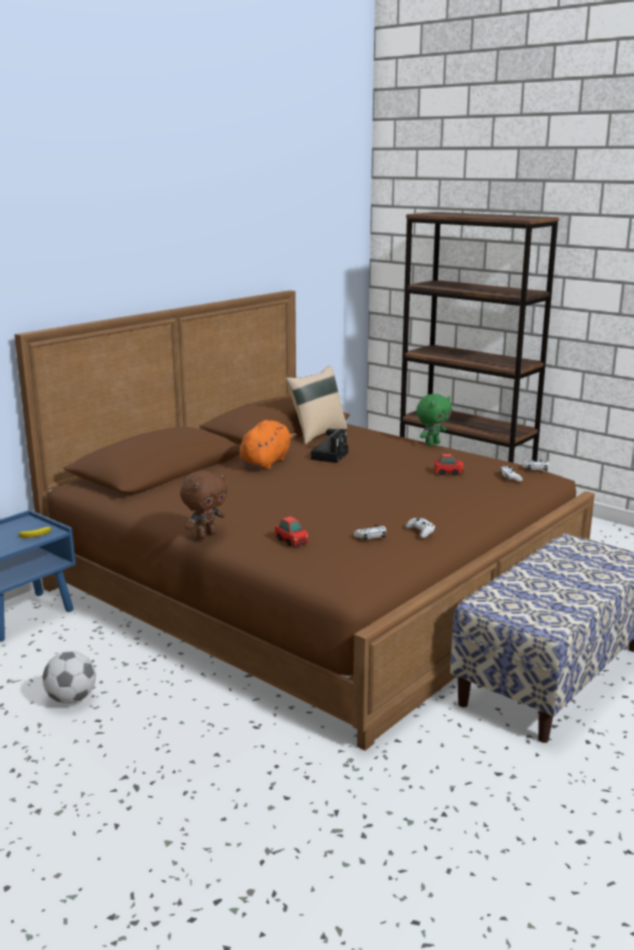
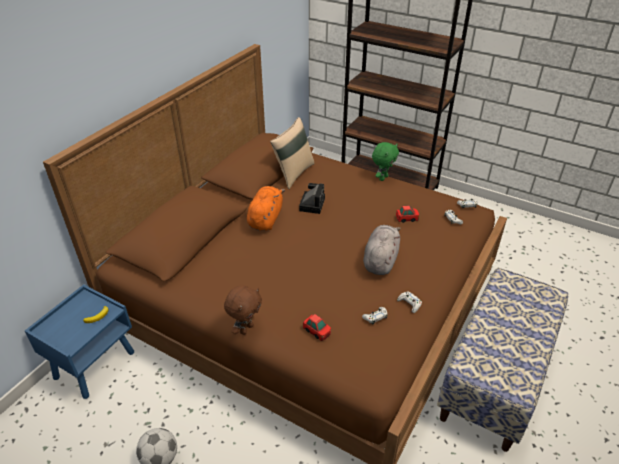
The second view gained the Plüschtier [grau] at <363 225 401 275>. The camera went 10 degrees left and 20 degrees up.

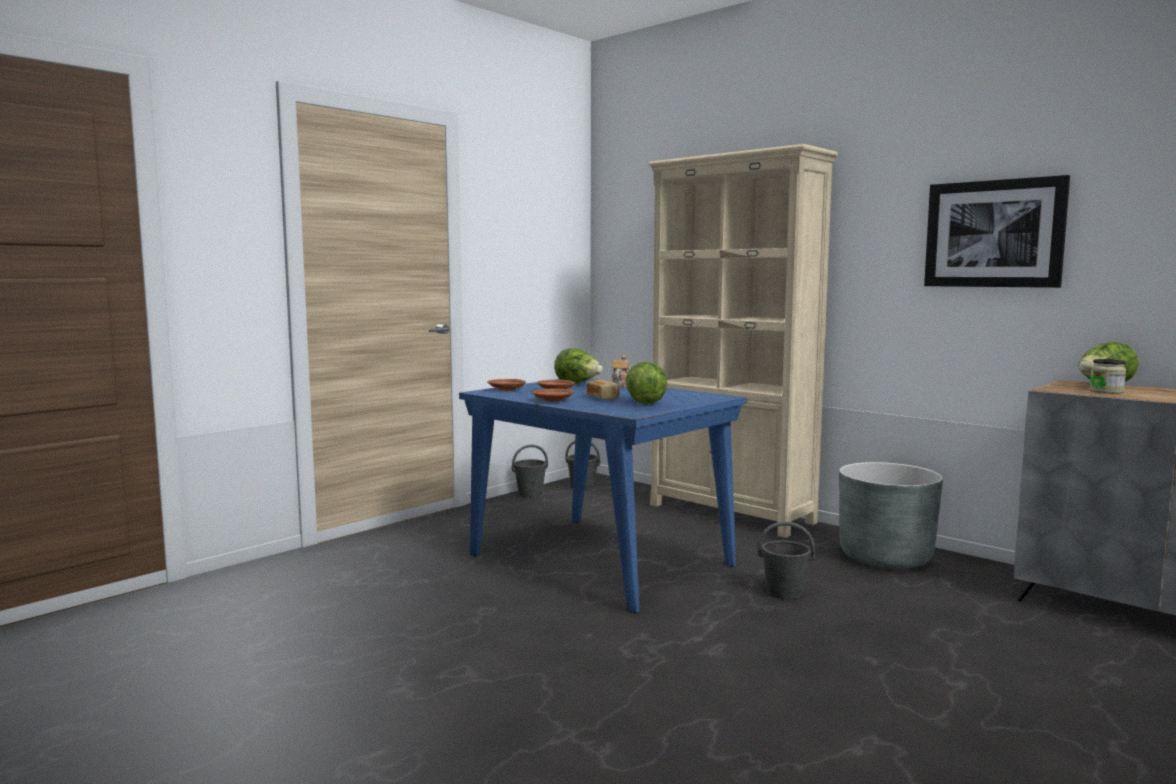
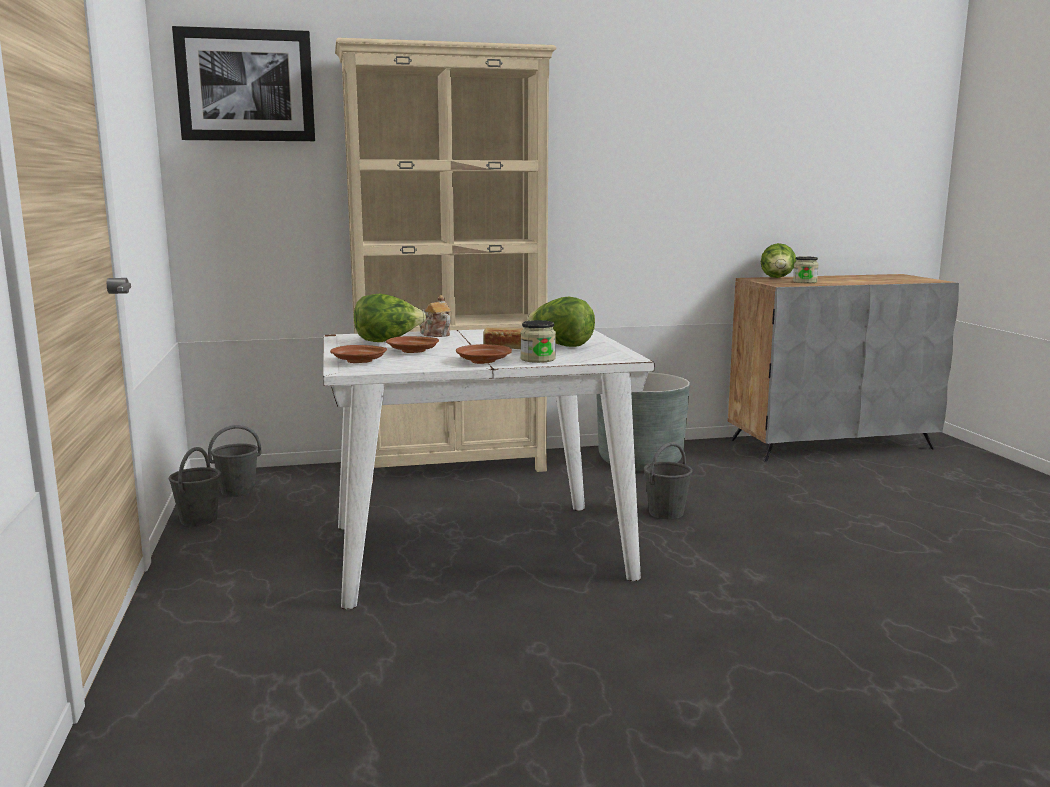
The second view gained the Vorratsglas at <520 320 556 363>. The Bild ended up elsewhere, having gone from <924 175 1070 288> to <172 26 315 141>. What was the Esstisch [blau] at <459 379 747 613> turned into the Esstisch [weiß] at <323 329 655 609>. The camera went 55 degrees left and 5 degrees up.

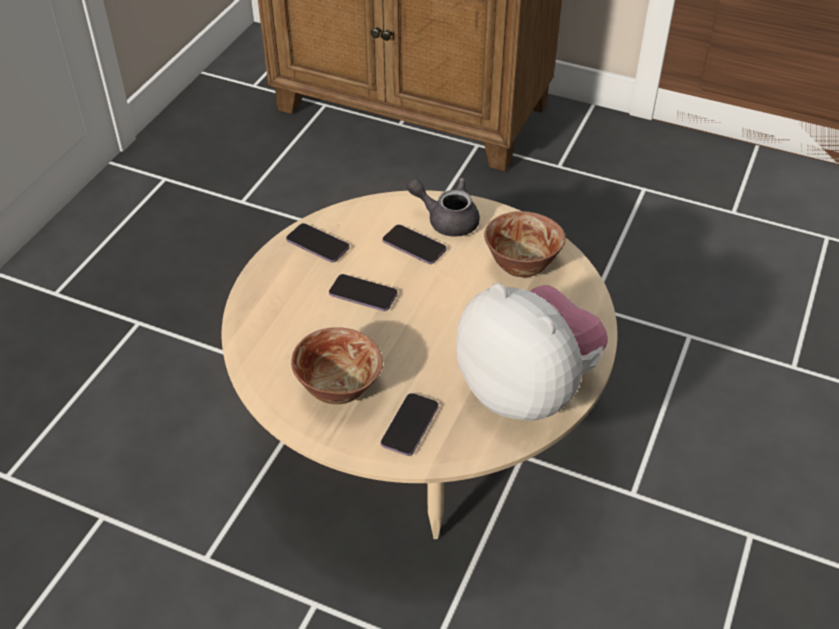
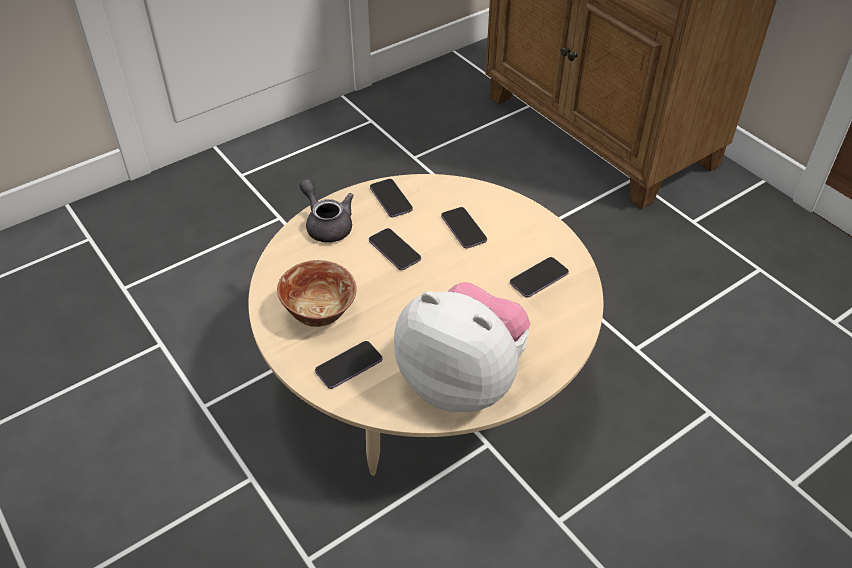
The Teekanne [grau] ended up elsewhere, having gone from <407 178 480 237> to <300 179 354 243>. Where the Schüssel stood at <484 211 566 277>, the Handy came to stand at <510 257 569 298>. The Plüschtier at <456 283 608 421> ended up facing another way, 45 degrees counterclockwise from before. The camera went 30 degrees right and 0 degrees up.

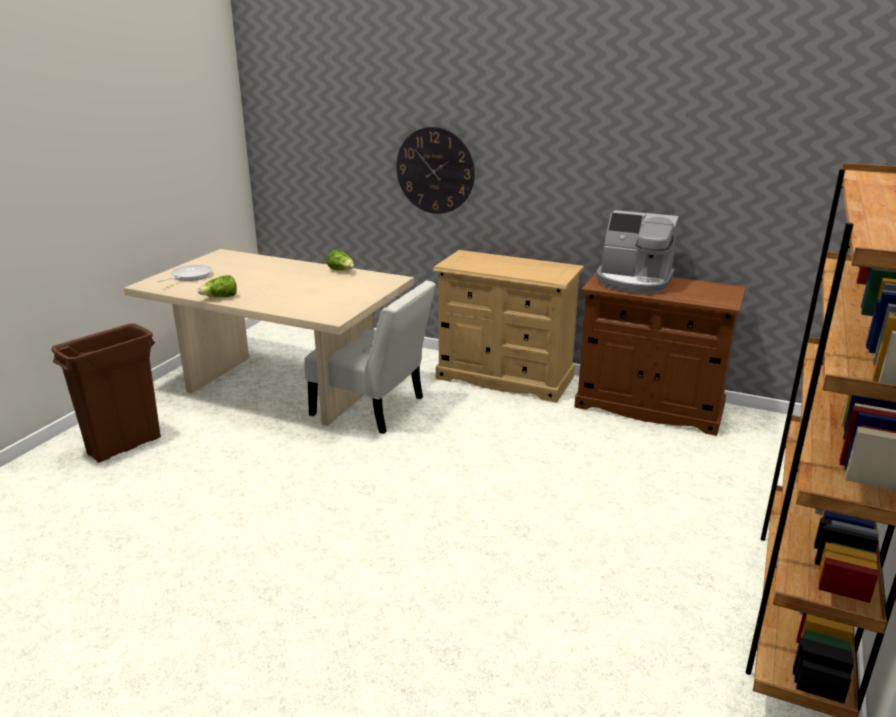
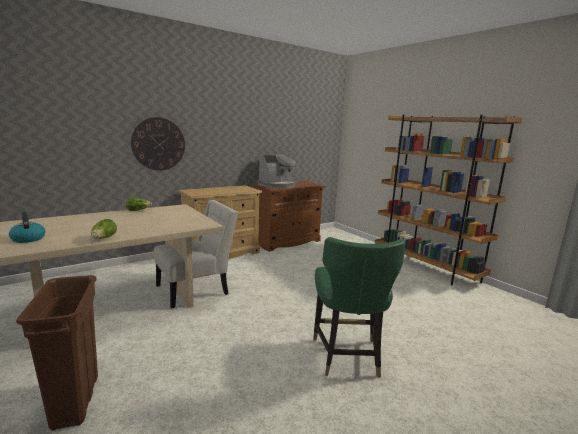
The second view gained the Stuhl [grün] at <313 237 406 378>. Where the Pfanne stood at <158 265 212 282>, the Wasserkessel came to stand at <9 212 45 243>. The camera went 60 degrees left and 10 degrees down.

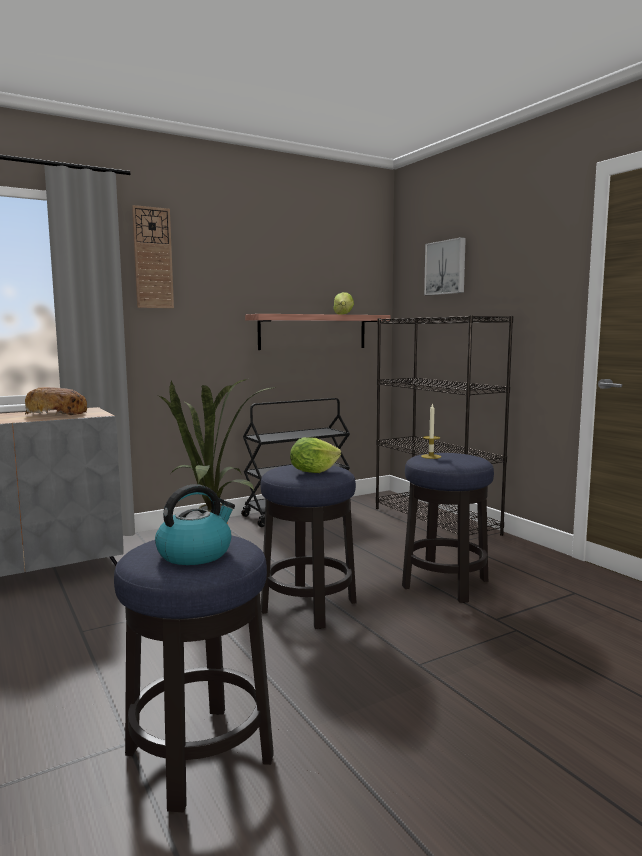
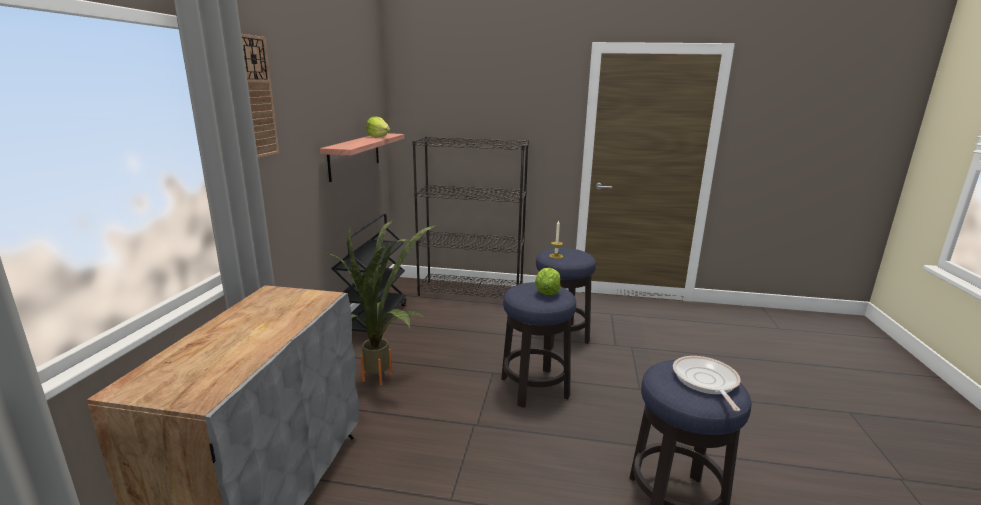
The second view lost the Brot at <25 387 87 416>. The second view lost the Bild at <424 237 466 295>. Where the Wasserkessel stood at <155 484 235 565>, the Pfanne came to stand at <673 356 740 412>. The camera went 50 degrees left and 10 degrees up.

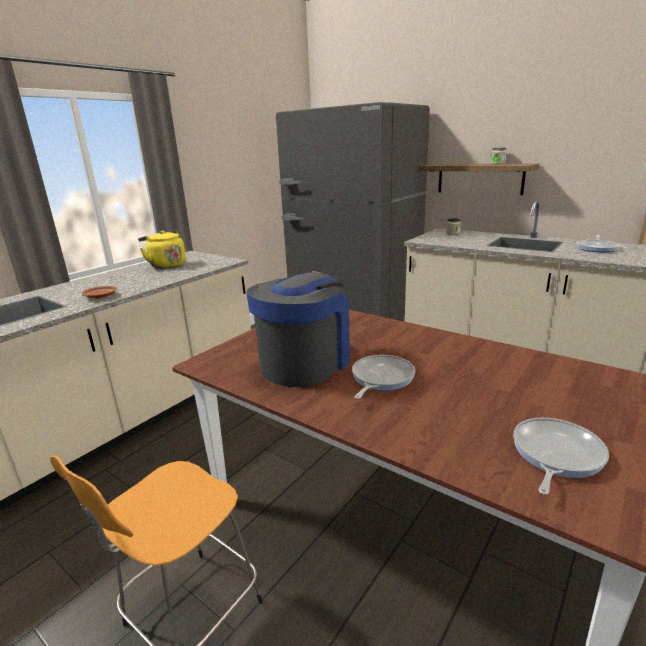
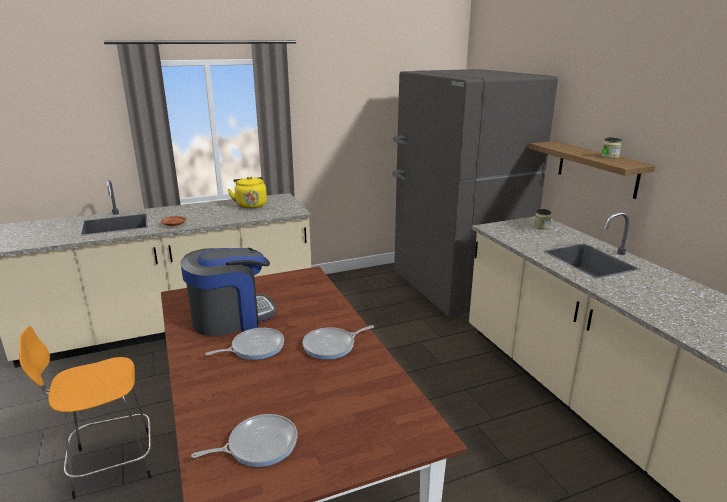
The Pfanne ended up elsewhere, having gone from <577 235 620 253> to <302 325 374 360>. The camera went 30 degrees right and 0 degrees up.

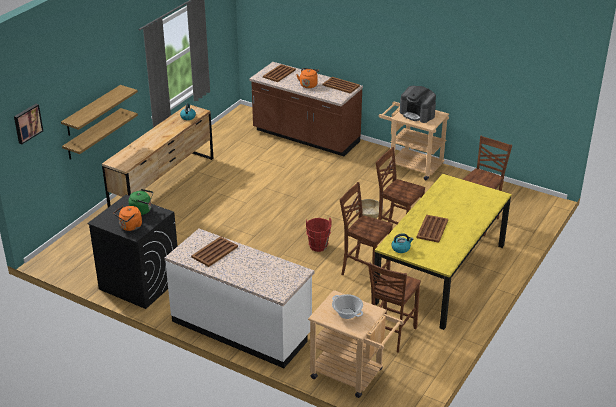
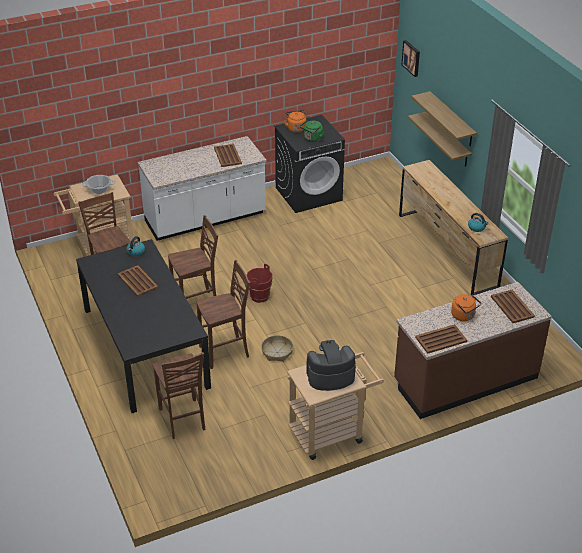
What was the Esstisch [gelb] at <374 174 512 330> turned into the Esstisch [schwarz] at <76 239 211 413>. The camera went 125 degrees right and 5 degrees up.

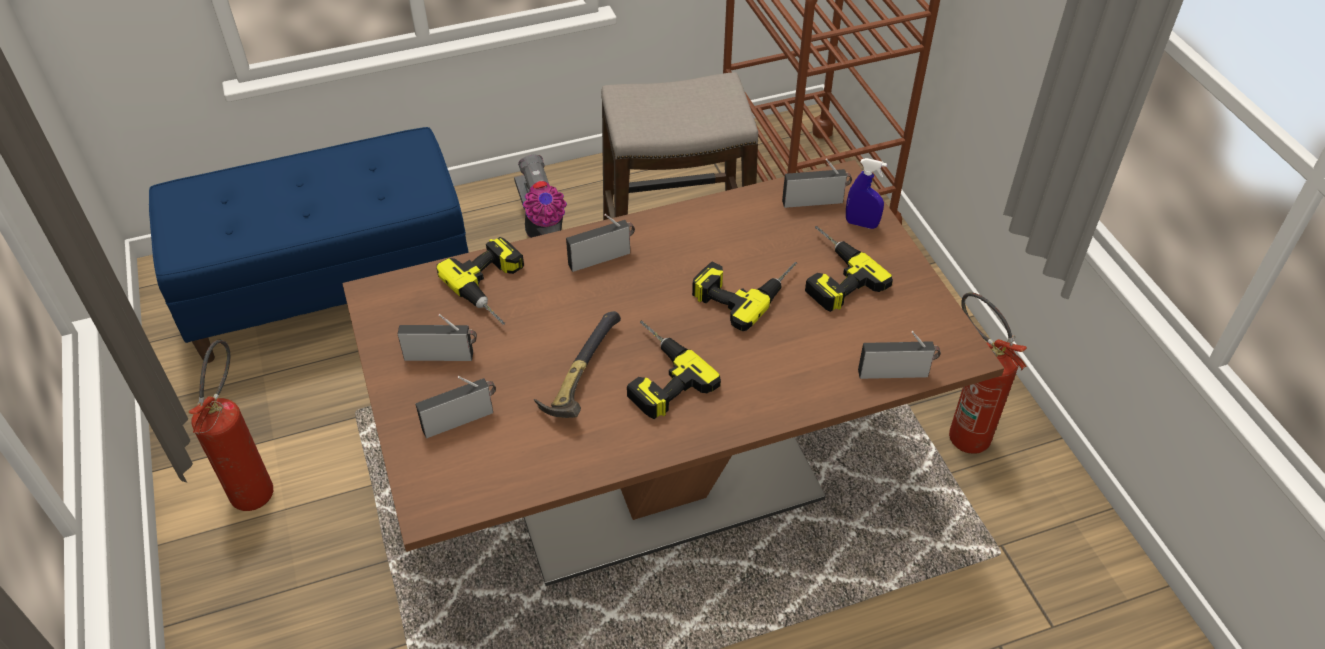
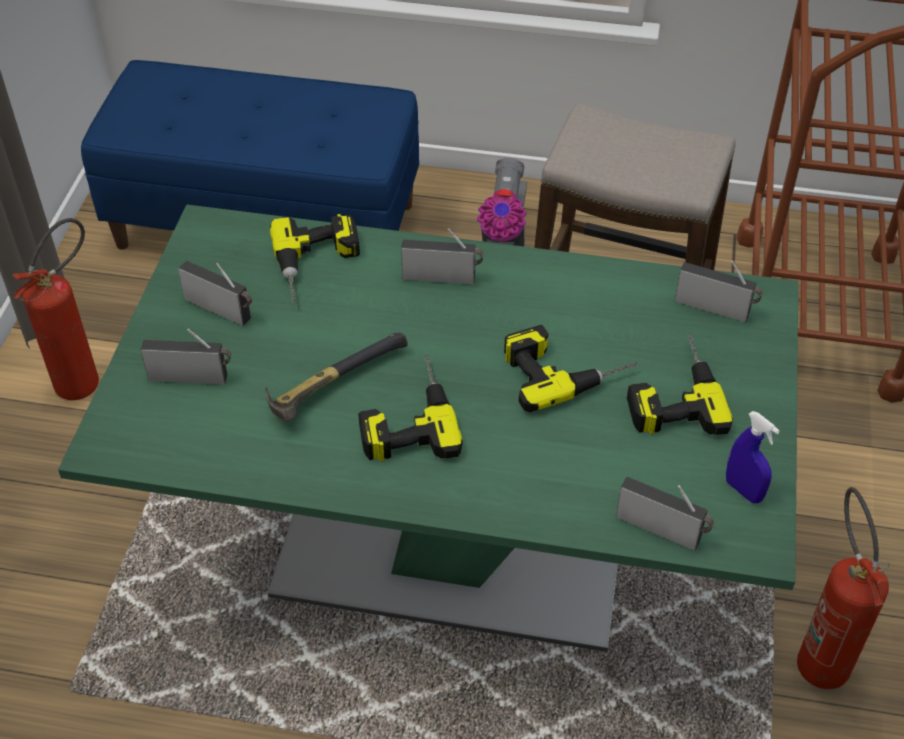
The Sprühflasche [blau] ended up elsewhere, having gone from <846 158 887 229> to <726 411 780 503>. What was the Esstisch [braun] at <342 160 1004 586> turned into the Esstisch [grün] at <58 205 798 652>. The camera went 30 degrees right and 0 degrees up.

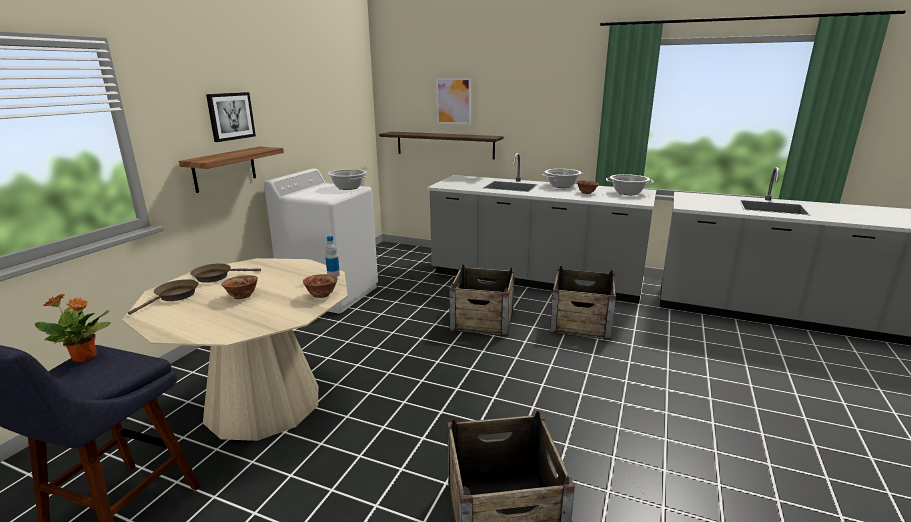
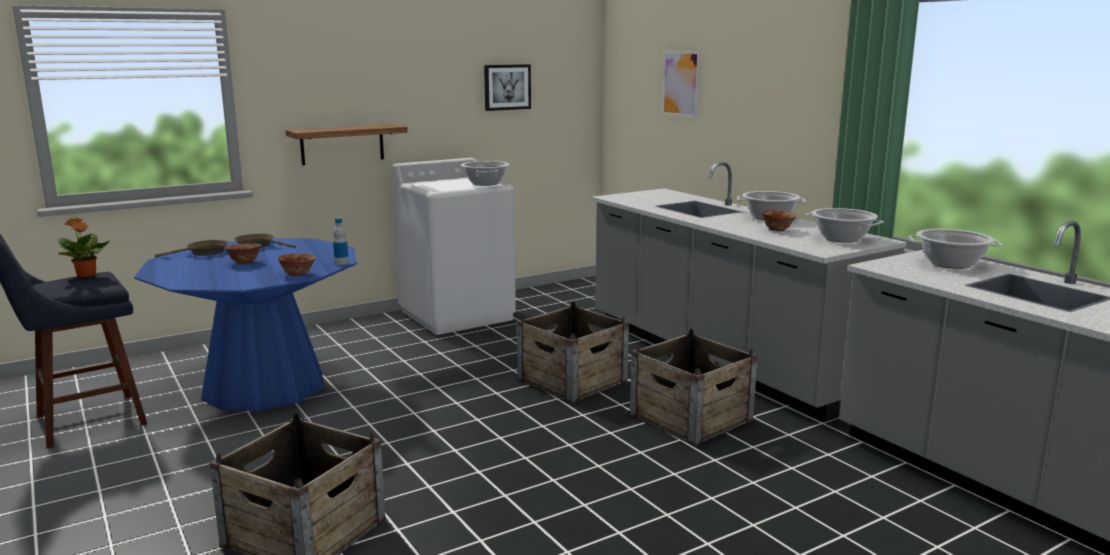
The second view lost the Wandregal at <379 132 504 160>. The second view gained the Kochtopf at <908 229 1002 269>. The Bild ended up elsewhere, having gone from <206 92 256 142> to <484 64 531 111>. What was the Esstisch [beige] at <122 258 348 441> turned into the Esstisch [blau] at <134 238 357 411>. The camera went 35 degrees right and 5 degrees down.

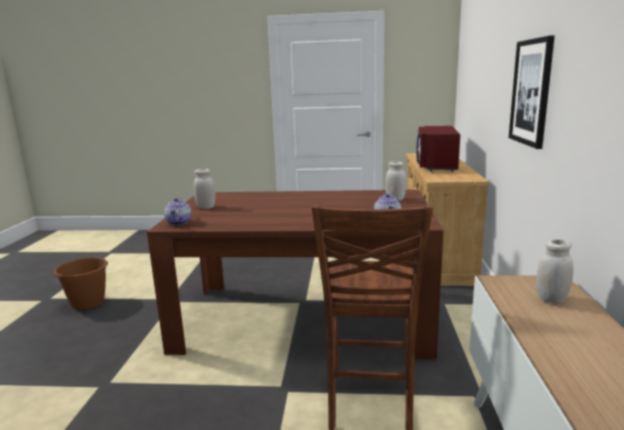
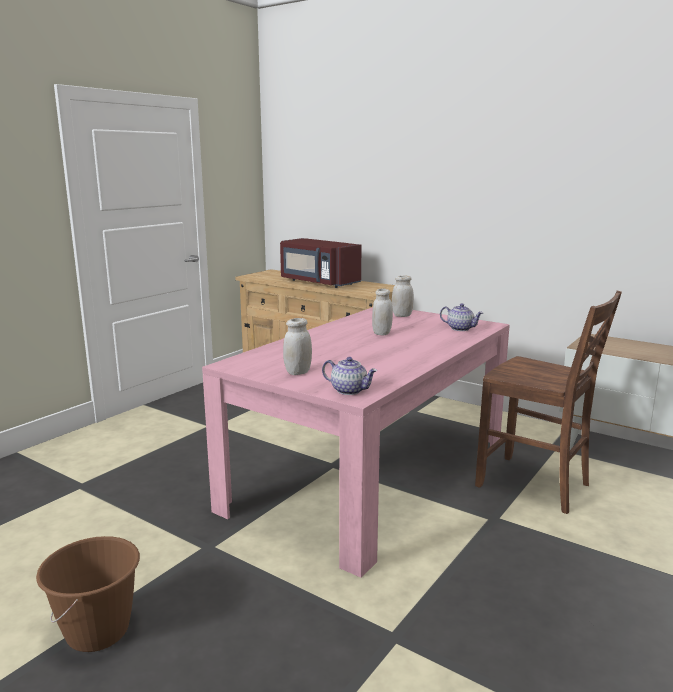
The second view lost the Bild at <509 35 555 149>. The Vorratsglas [weiß] ended up elsewhere, having gone from <536 239 573 303> to <372 289 393 336>. What was the Esstisch [braun] at <147 190 444 359> turned into the Esstisch [rosa] at <202 307 510 578>. The camera went 60 degrees left and 0 degrees up.

